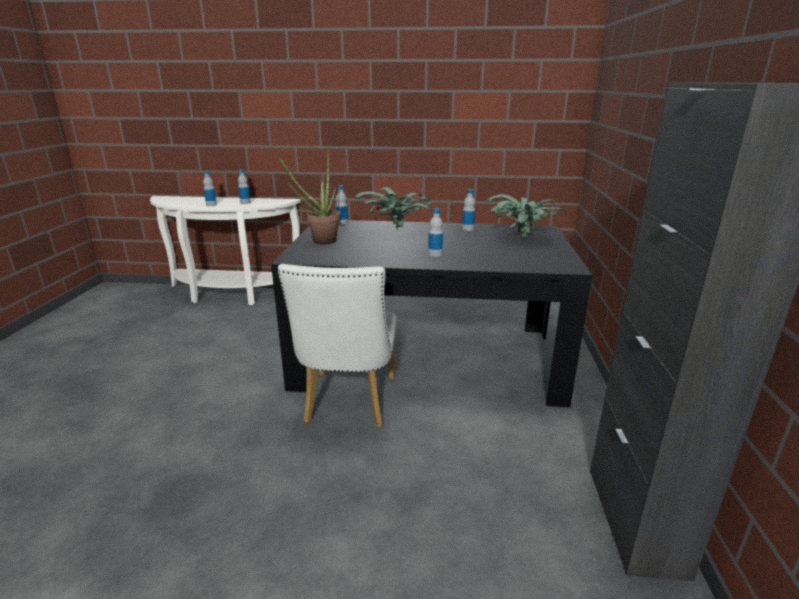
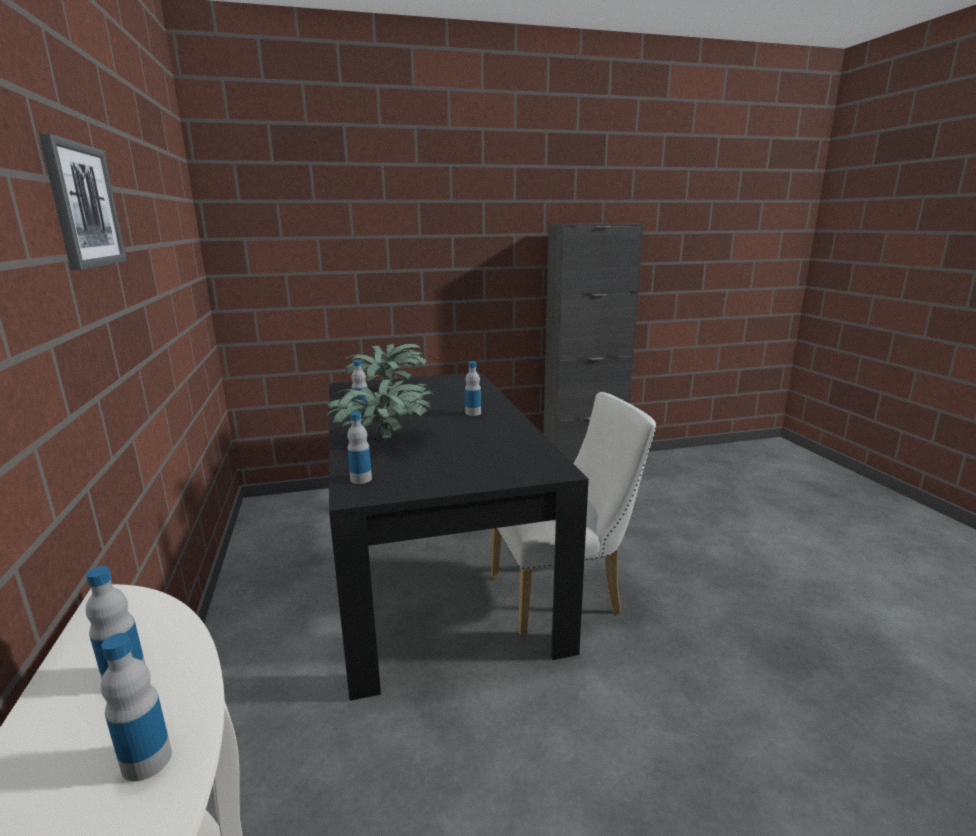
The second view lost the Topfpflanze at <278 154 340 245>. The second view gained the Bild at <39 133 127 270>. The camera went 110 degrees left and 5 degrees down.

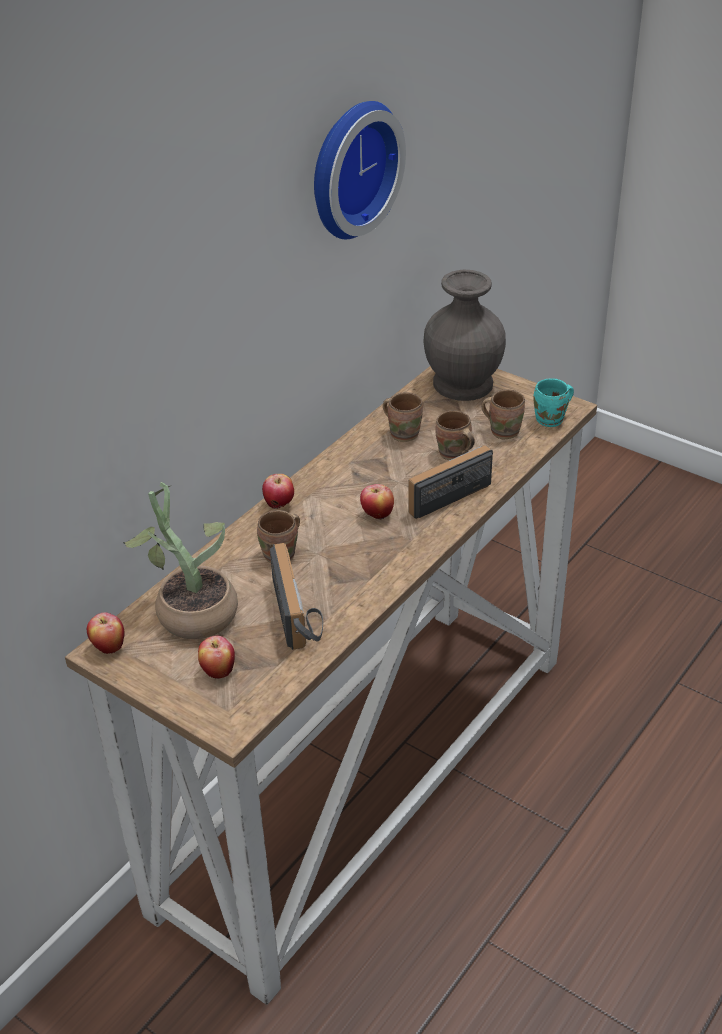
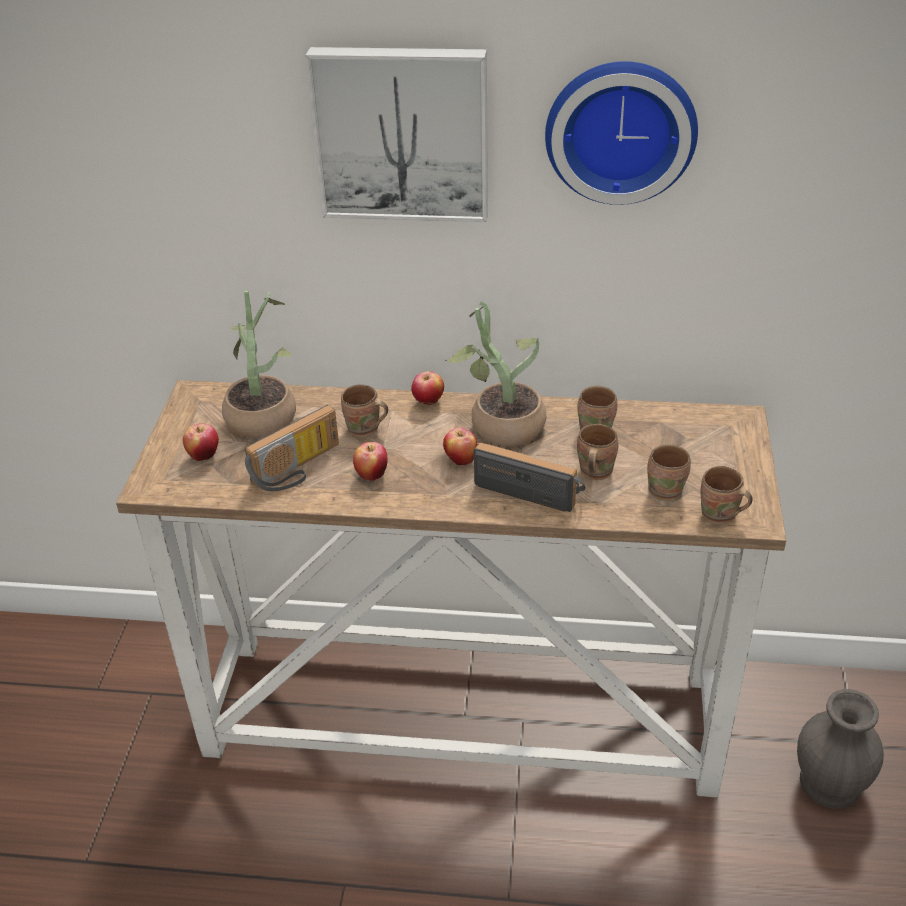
The second view gained the Bild at <305 47 488 222>. The second view gained the Topfpflanze at <445 301 546 446>. The Apfel ended up elsewhere, having gone from <87 612 125 654> to <353 442 387 481>. The Vase [grau] ended up elsewhere, having gone from <423 269 506 401> to <797 689 884 809>. What was the Henkelbecher [türkis] at <533 378 574 427> turned into the Henkelbecher [braun] at <701 466 753 525>. The camera went 60 degrees right and 0 degrees up.

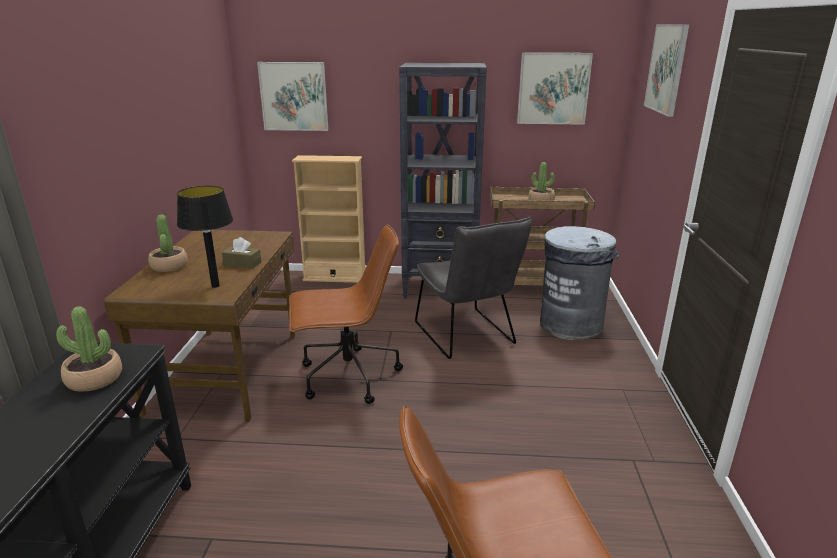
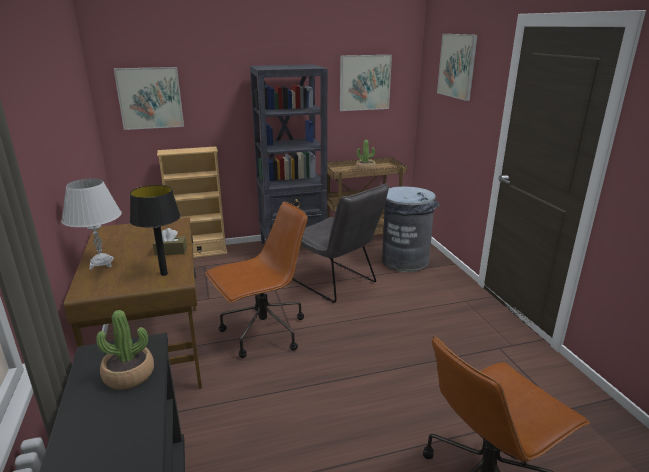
Where the Topfpflanze stood at <148 214 188 272>, the Tischlampe [weiß] came to stand at <61 179 122 269>. The camera went 20 degrees left and 0 degrees up.

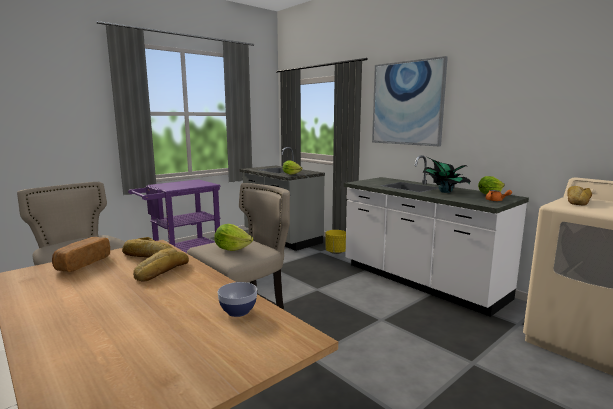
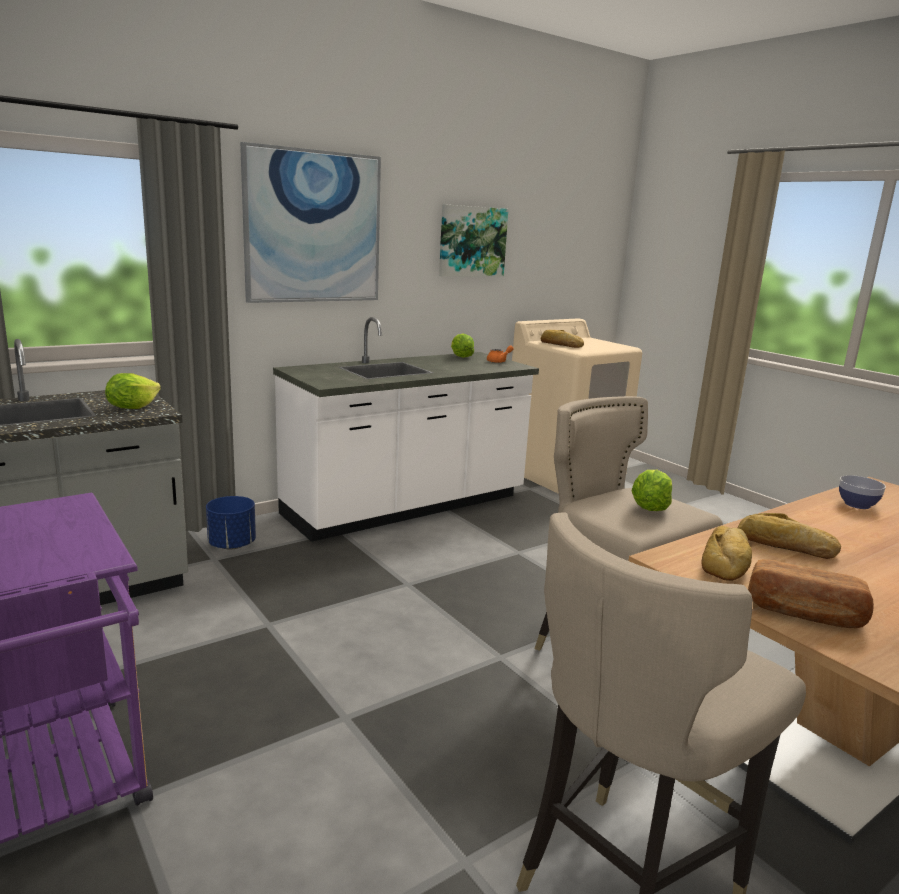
The second view lost the Topfpflanze at <422 157 471 193>. The second view gained the Bild at <439 204 508 277>. What was the Pflanzkübel [gelb] at <325 230 346 254> turned into the Pflanzkübel [blau] at <206 496 256 549>. The camera went 85 degrees left and 5 degrees up.

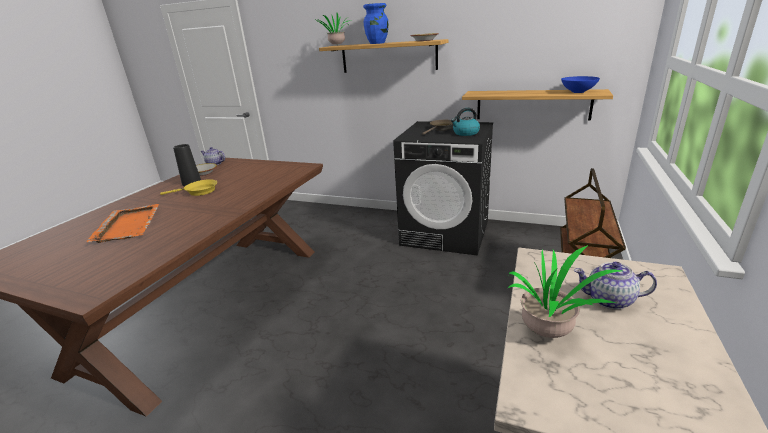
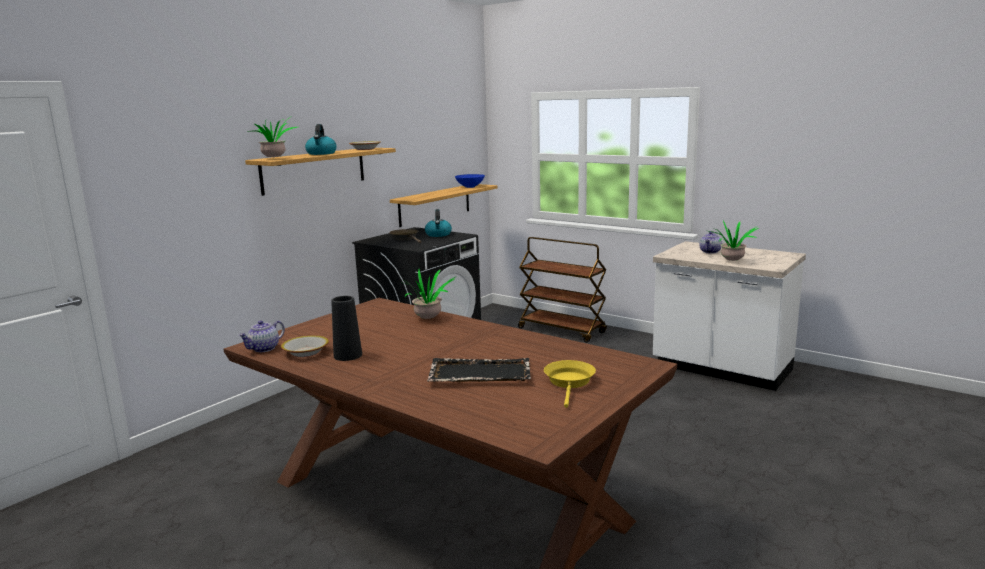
The second view gained the Topfpflanze at <399 269 457 319>. The Pfanne [gelb] ended up elsewhere, having gone from <160 179 217 196> to <544 360 596 408>. Where the Vase [blau] stood at <363 3 388 44>, the Wasserkessel came to stand at <305 124 337 155>. What was the Tablett [orange] at <87 204 159 243> turned into the Tablett [schwarz] at <427 358 531 382>. The camera went 75 degrees left and 10 degrees down.

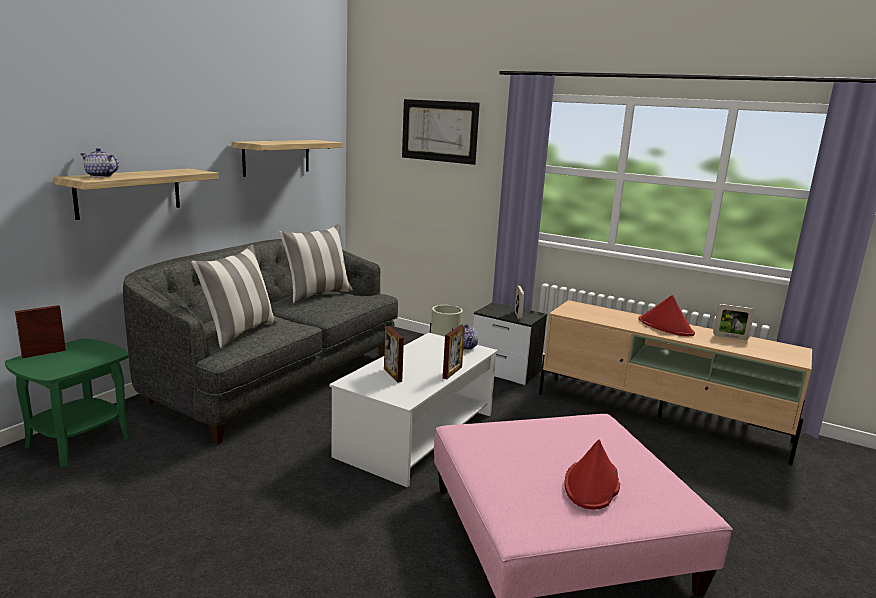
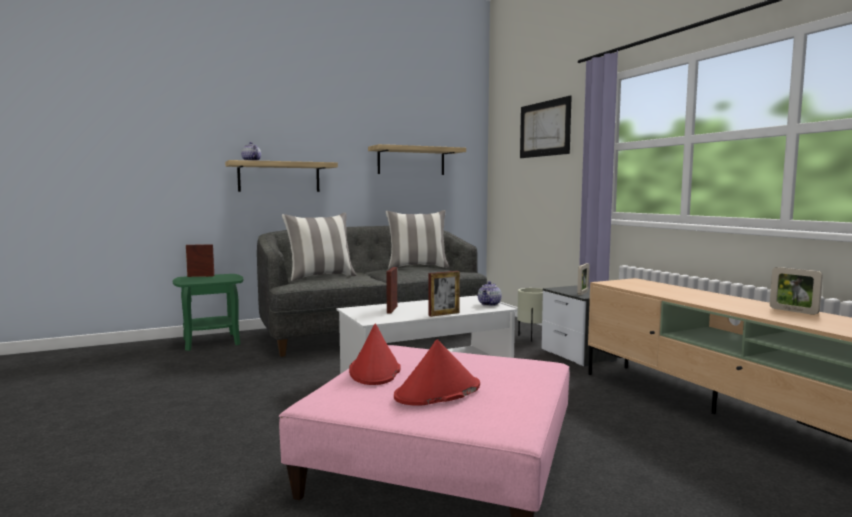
The Hut [rot] ended up elsewhere, having gone from <638 295 695 336> to <349 324 400 385>. The camera went 35 degrees right and 10 degrees down.

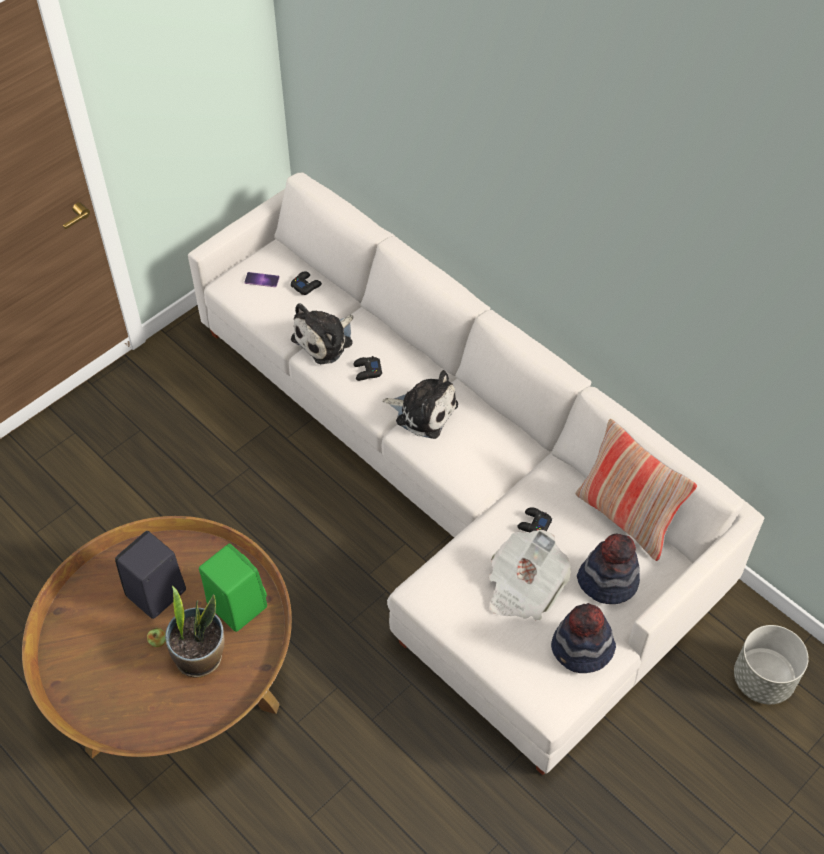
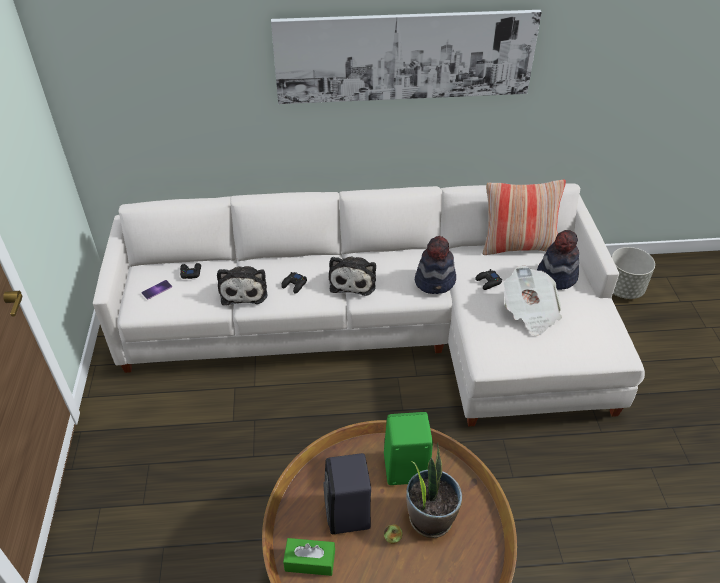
The second view gained the Bild at <271 10 542 104>. The second view gained the Taschentuchbox [grün] at <283 538 335 576>. The Hut ended up elsewhere, having gone from <551 603 616 673> to <415 236 456 294>. The Plüschtier at <383 370 458 439> ended up facing another way, 120 degrees clockwise from before. The camera went 50 degrees left and 10 degrees down.

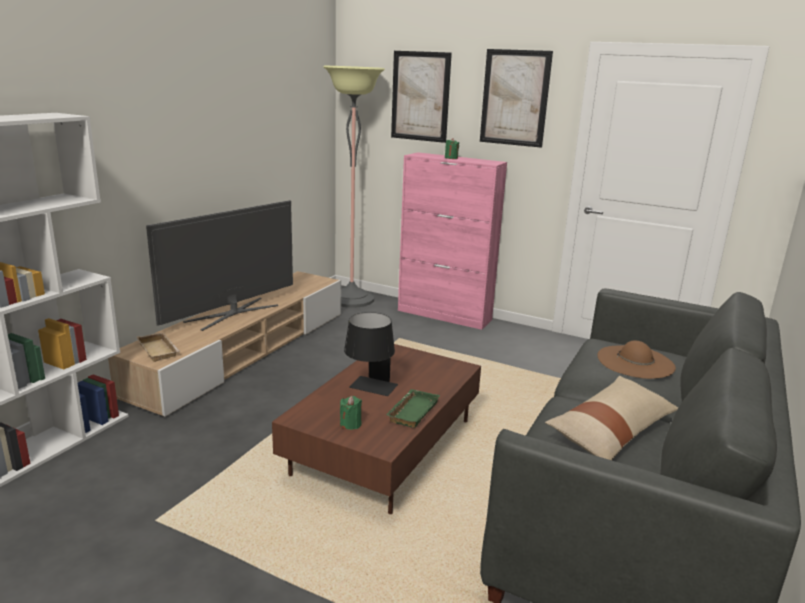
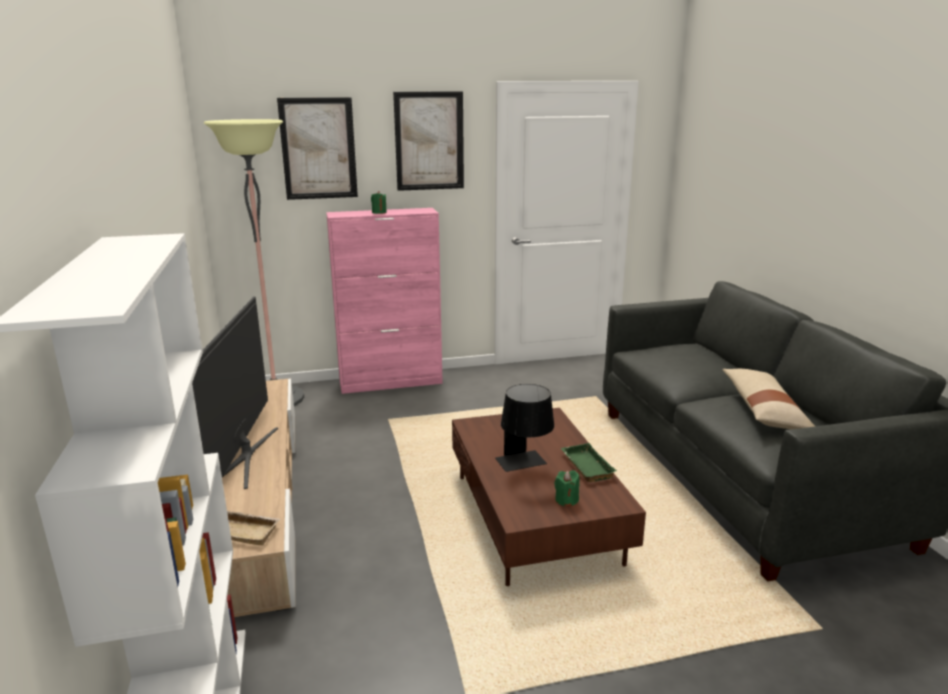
The second view lost the Hut [braun] at <598 341 676 379>. The camera went 40 degrees left and 0 degrees up.

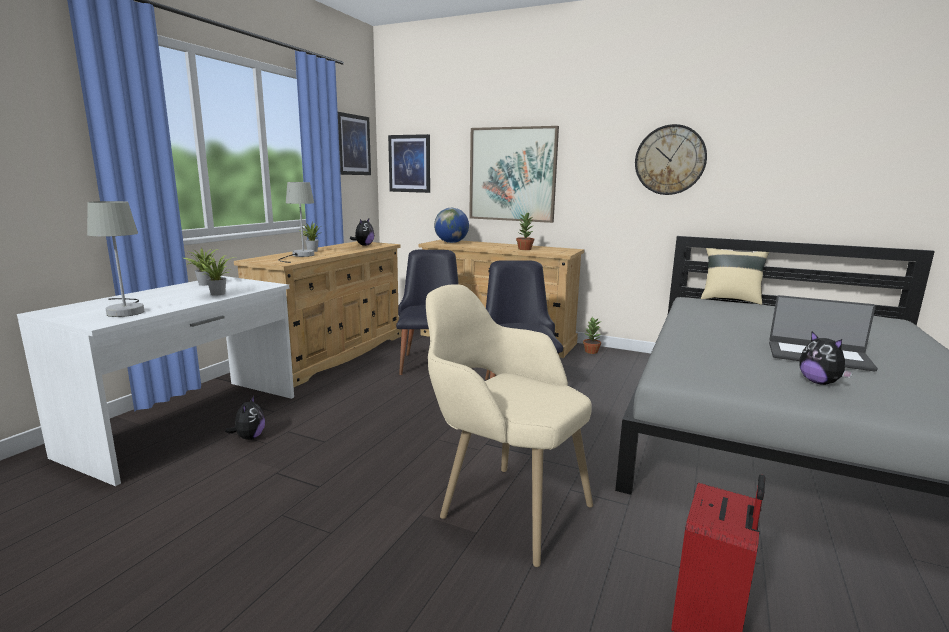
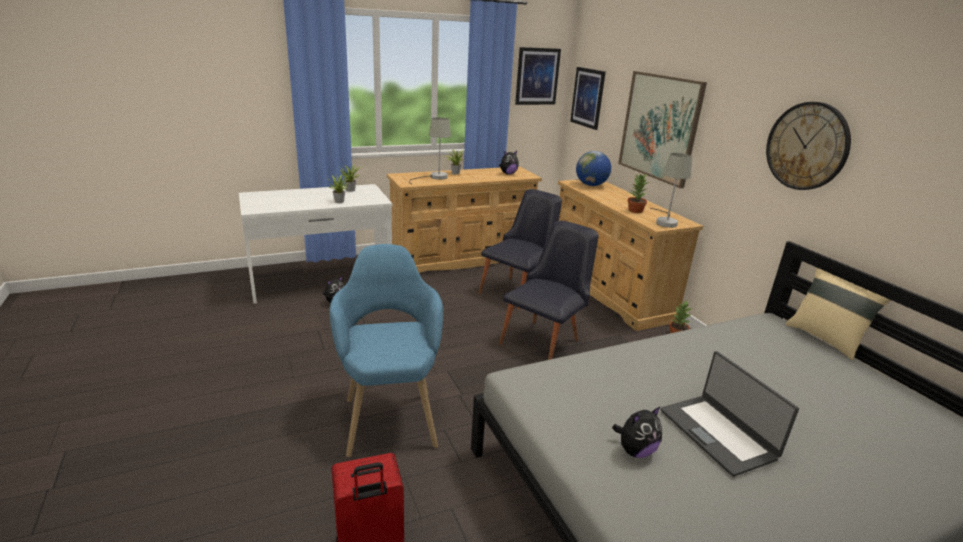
The Tischlampe [grau] ended up elsewhere, having gone from <87 201 144 317> to <650 153 692 228>. What was the Sessel [beige] at <426 284 593 567> turned into the Sessel [blau] at <329 244 443 457>. The Plüschtier at <799 331 853 385> ended up facing another way, 135 degrees counterclockwise from before. The camera went 40 degrees right and 10 degrees up.

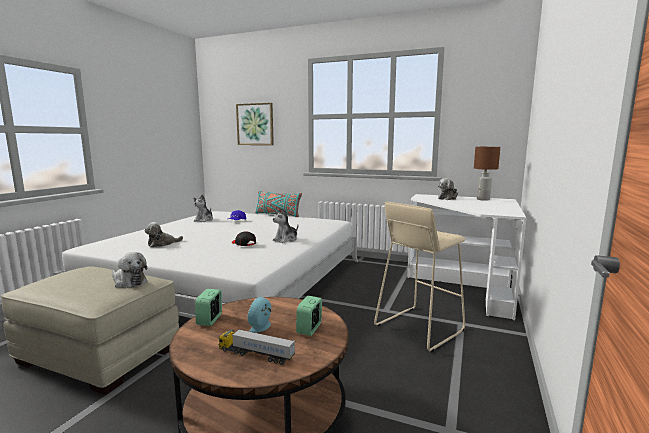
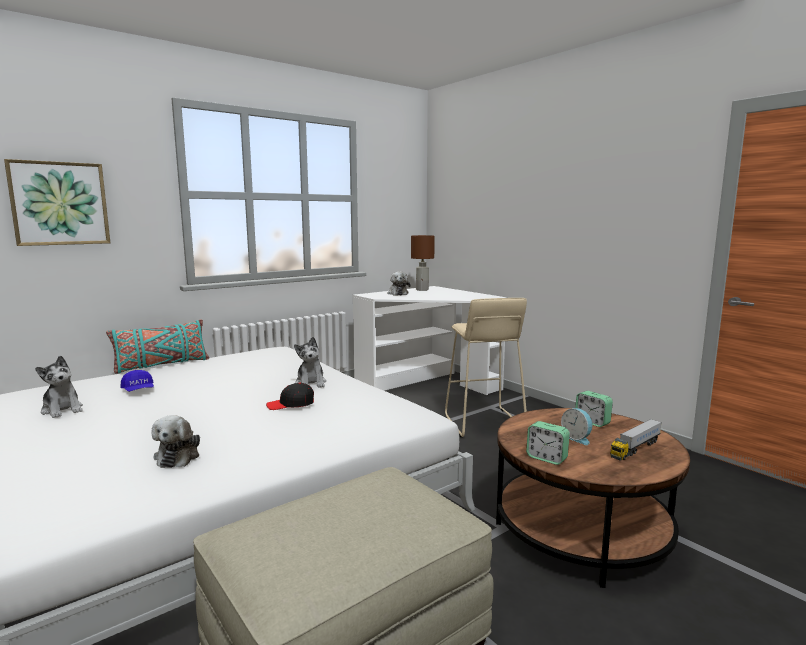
The second view lost the Plüschtier at <112 252 147 288>. The camera went 60 degrees left and 0 degrees up.

